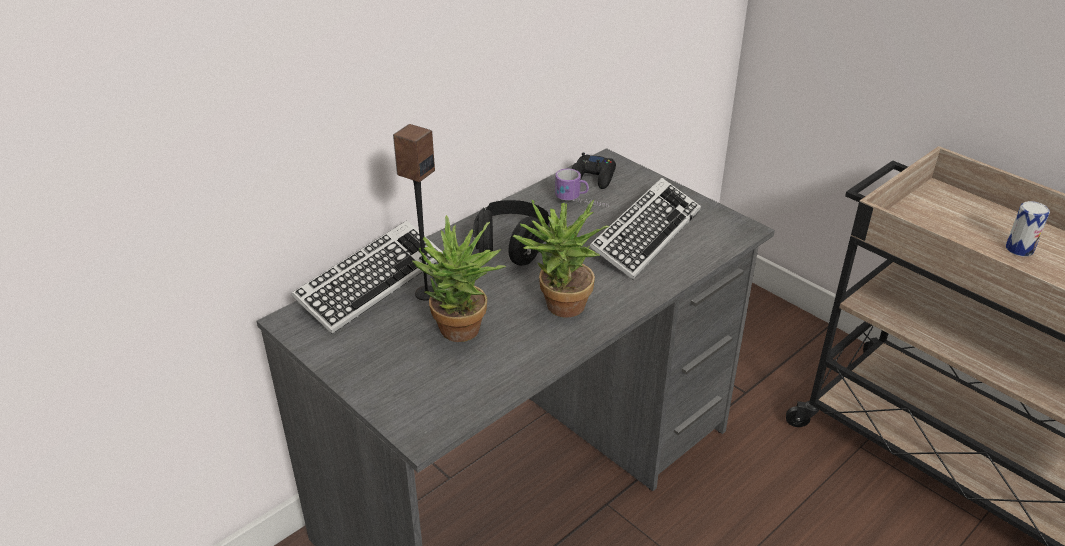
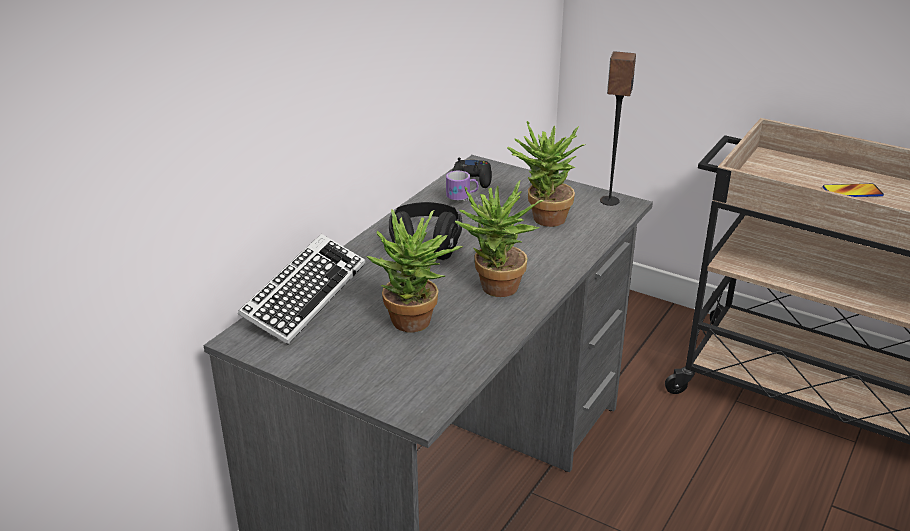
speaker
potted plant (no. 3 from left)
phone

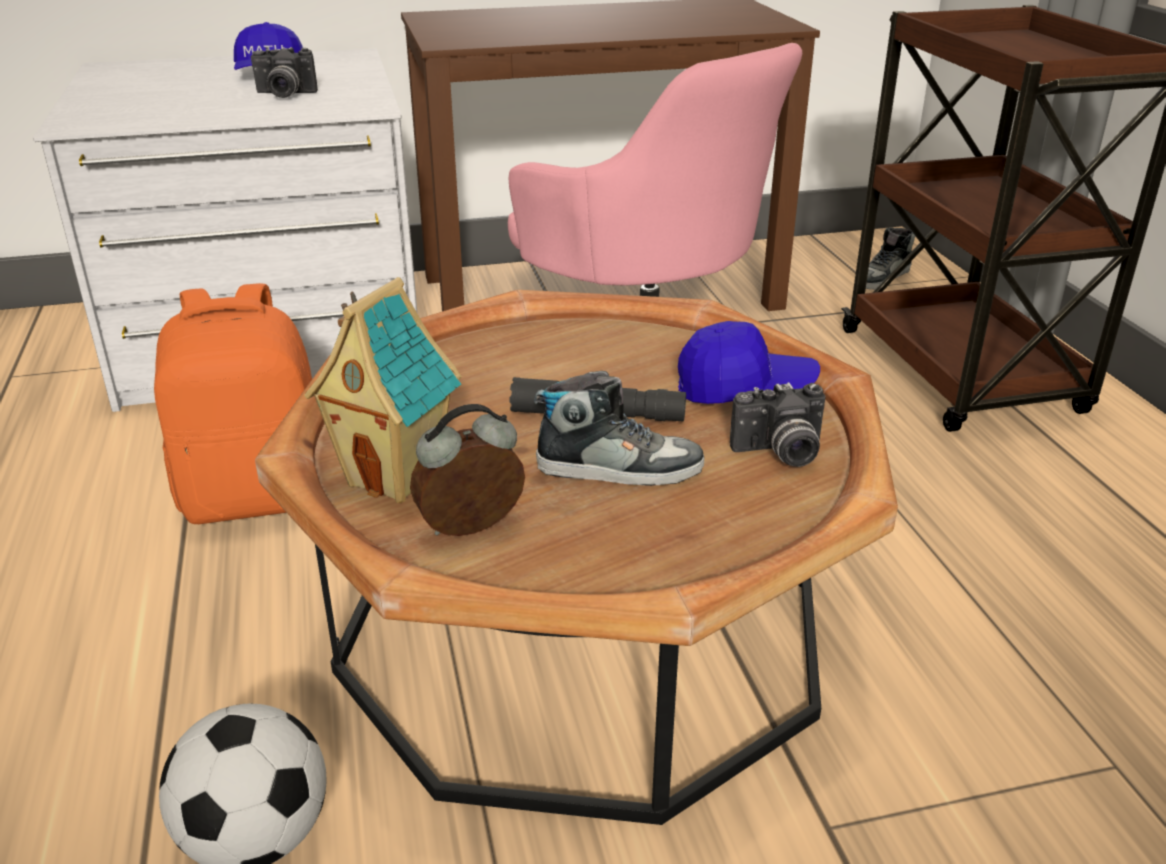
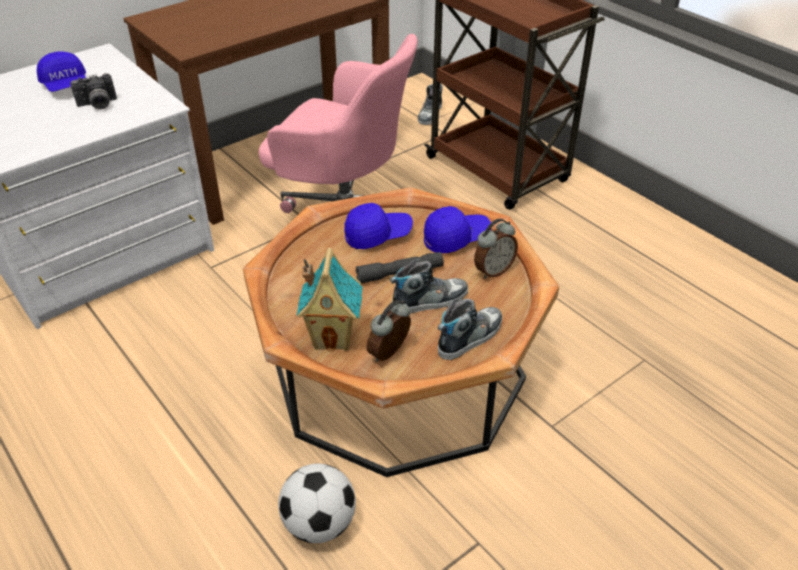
backpack/orange
alarm clock (no. 2 from left)
cap/blue (no. 2 from left)
shoe (no. 3 from left)

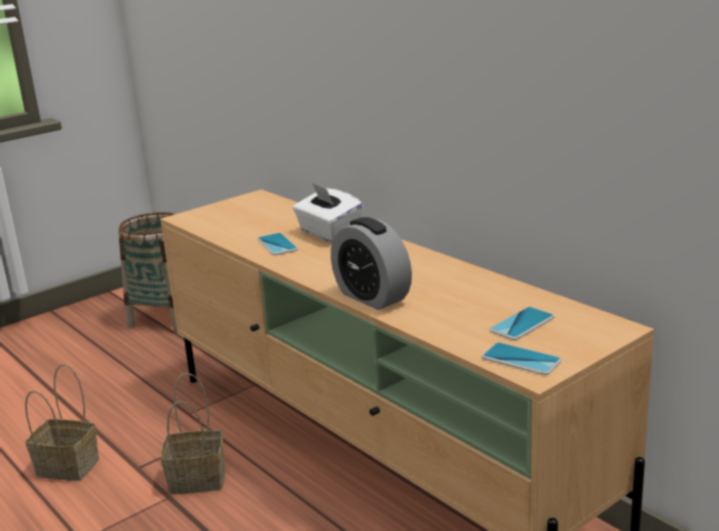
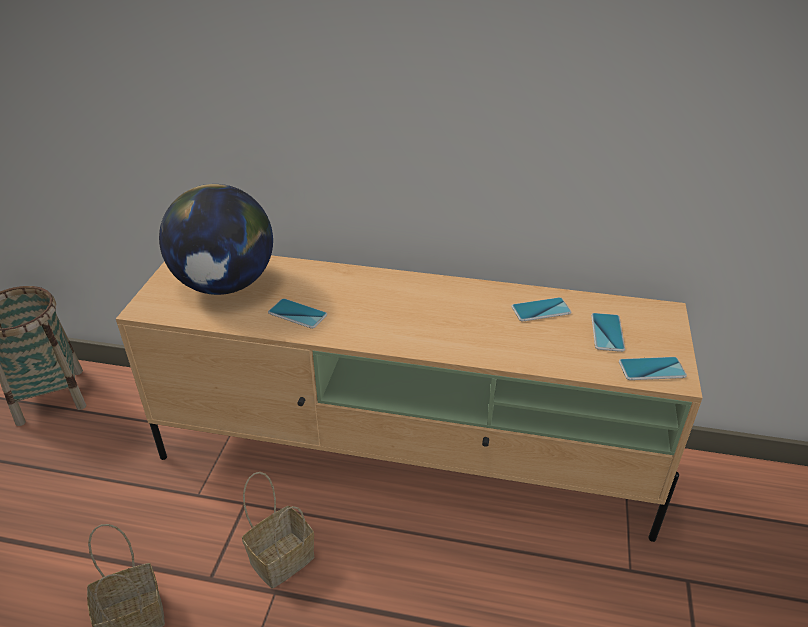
tissue box/white
alarm clock
globe
phone (no. 2 from left)

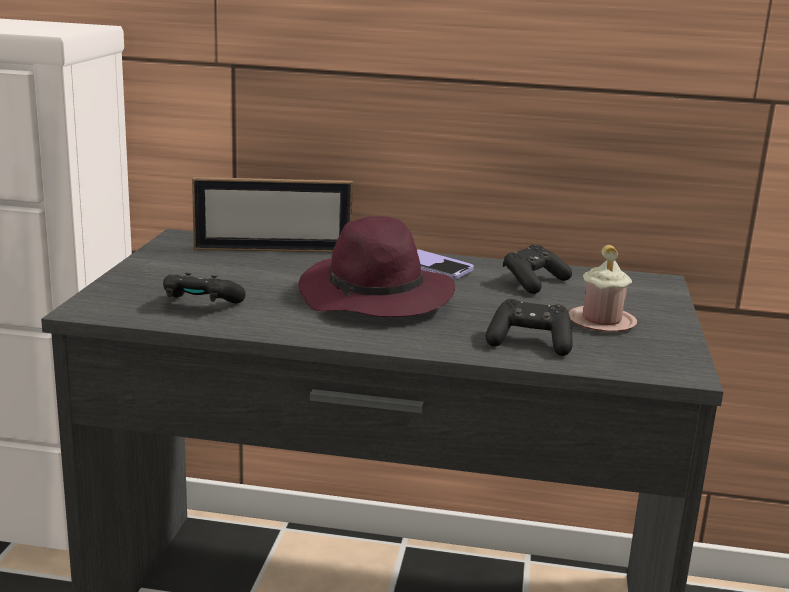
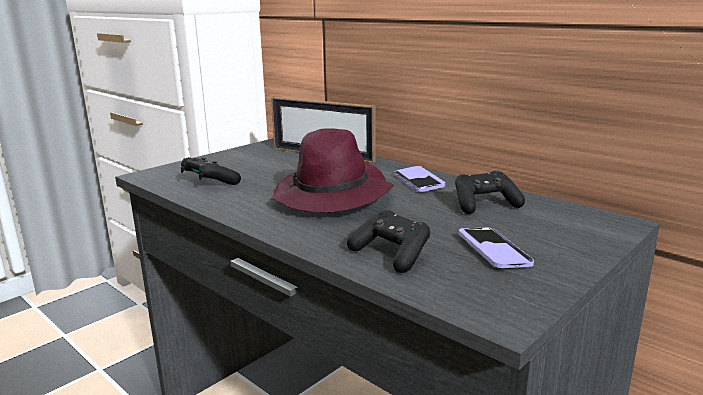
phone (no. 2 from left)

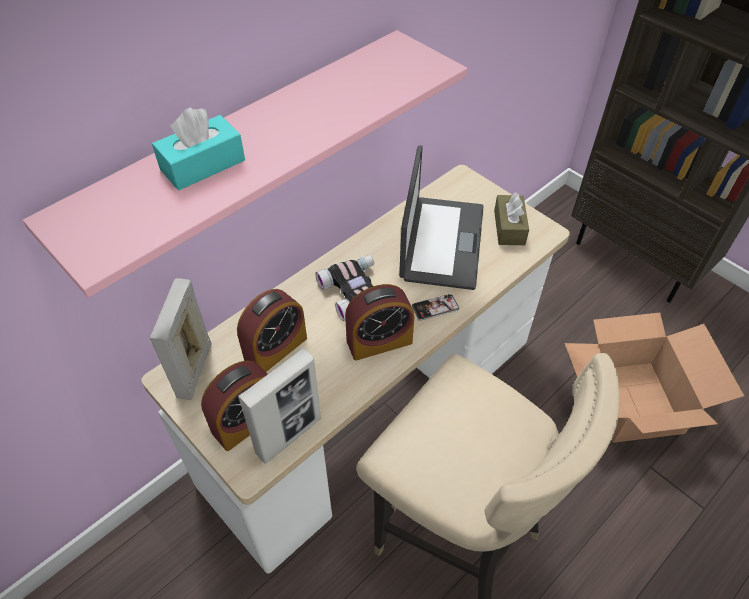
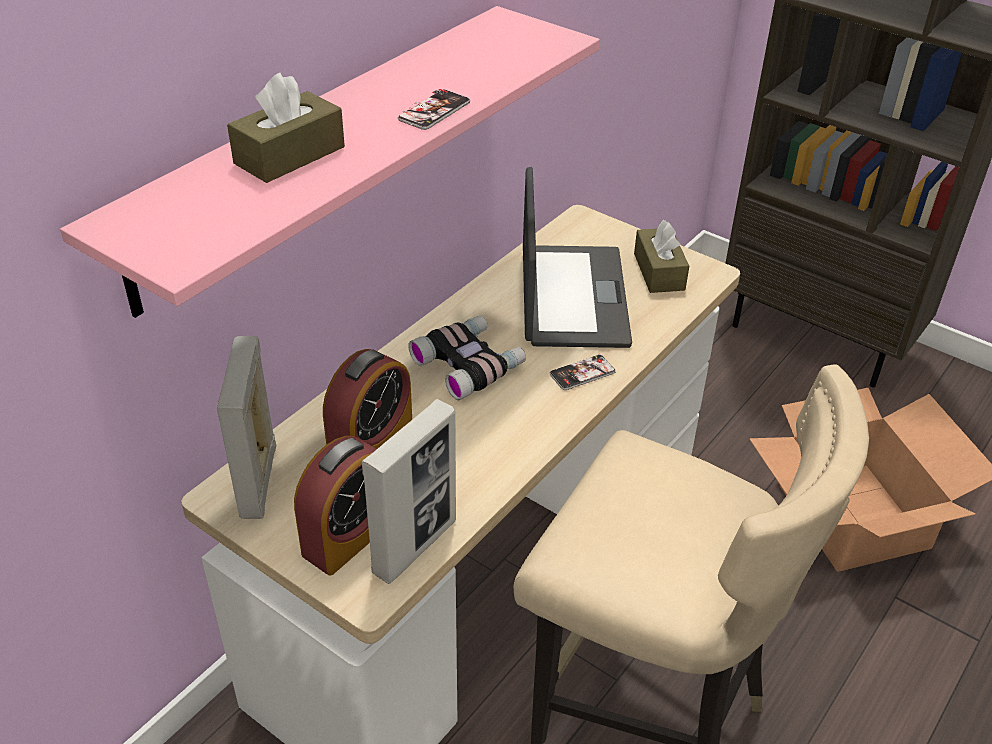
tissue box/brown (no. 1 from left)
alarm clock (no. 3 from left in the first image)
phone (no. 1 from left)

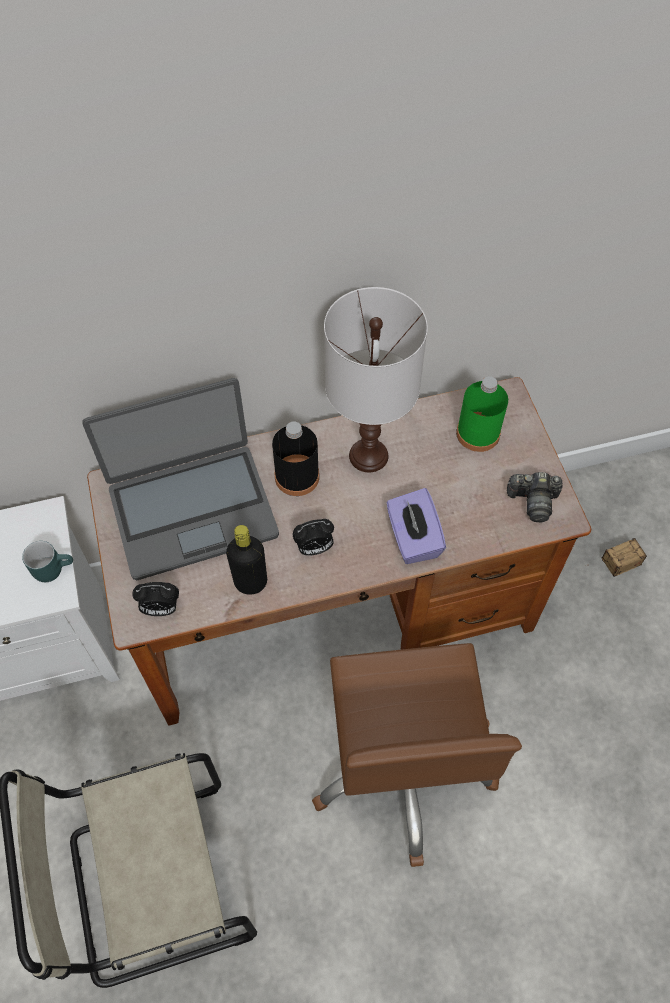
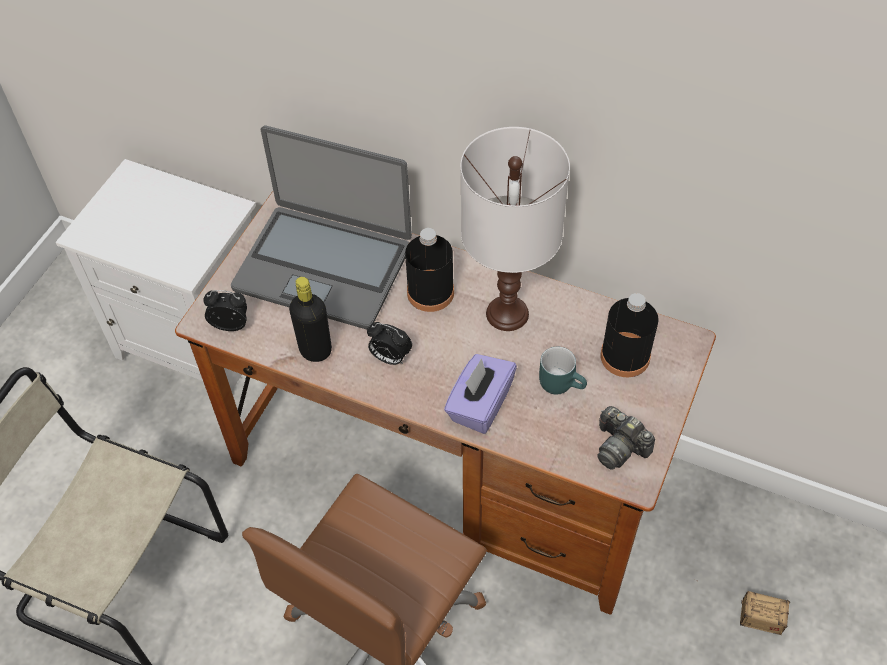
mug/turquoise
alarm clock (no. 1 from left)
bottle/black (no. 3 from left)

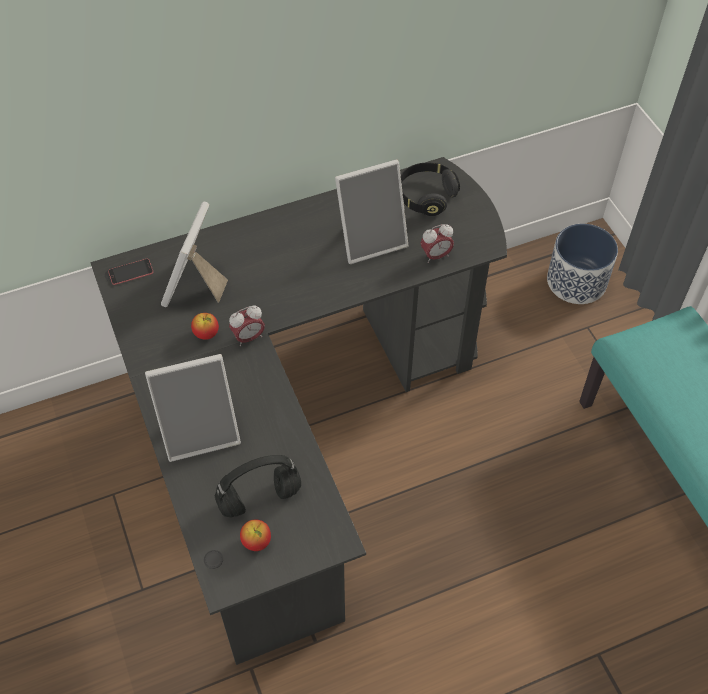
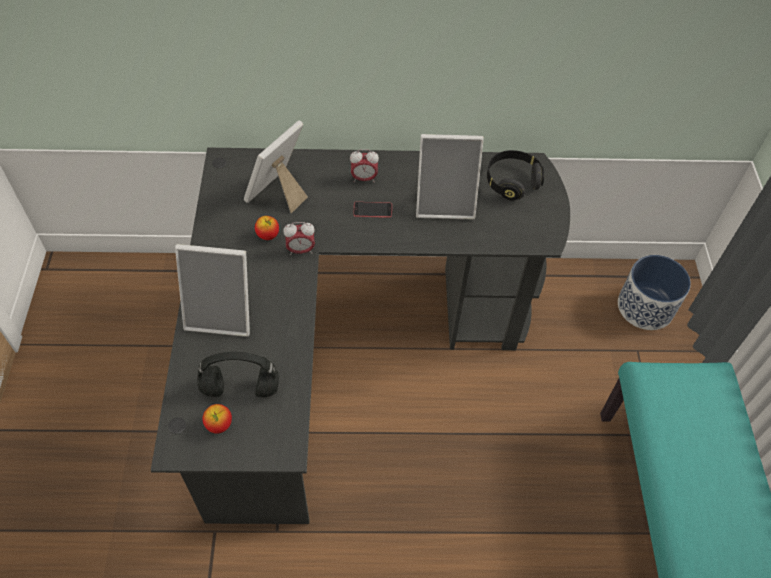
phone
alarm clock (no. 2 from left)

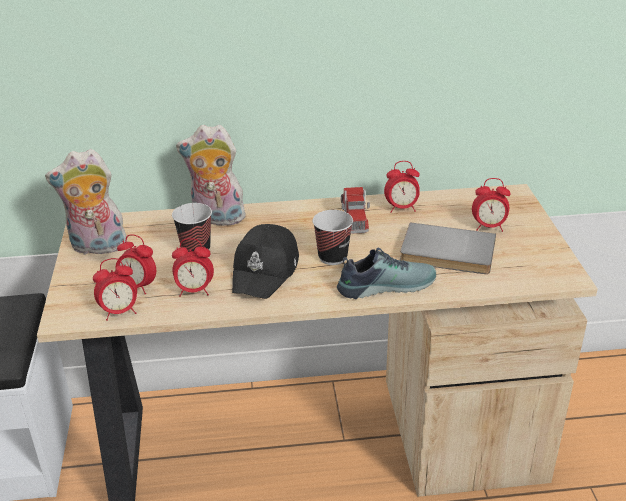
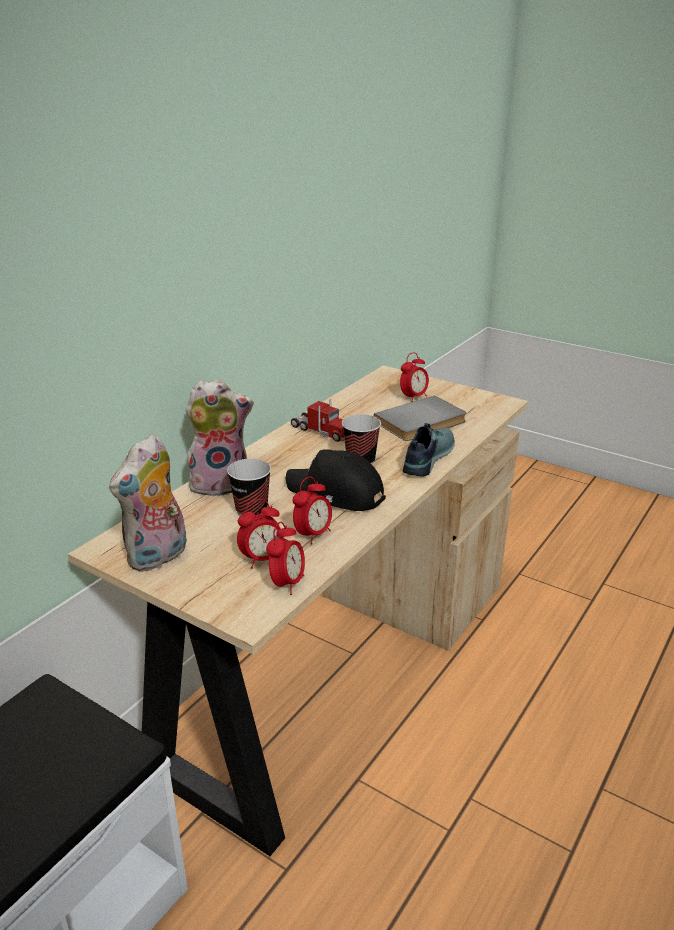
plush toy (no. 2 from left)
cap/black
alarm clock (no. 4 from left in the first image)

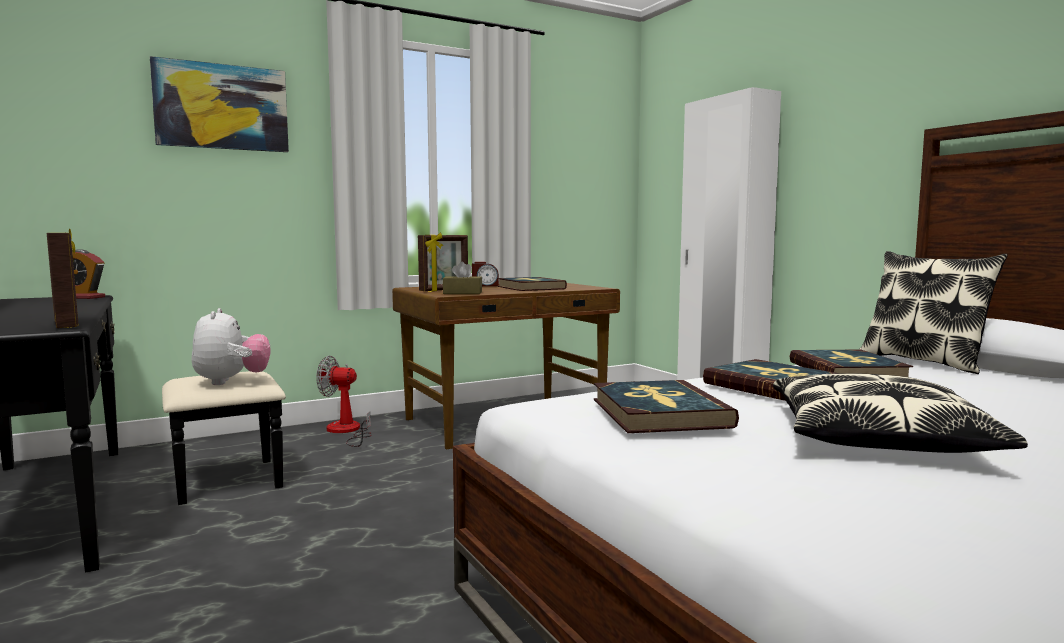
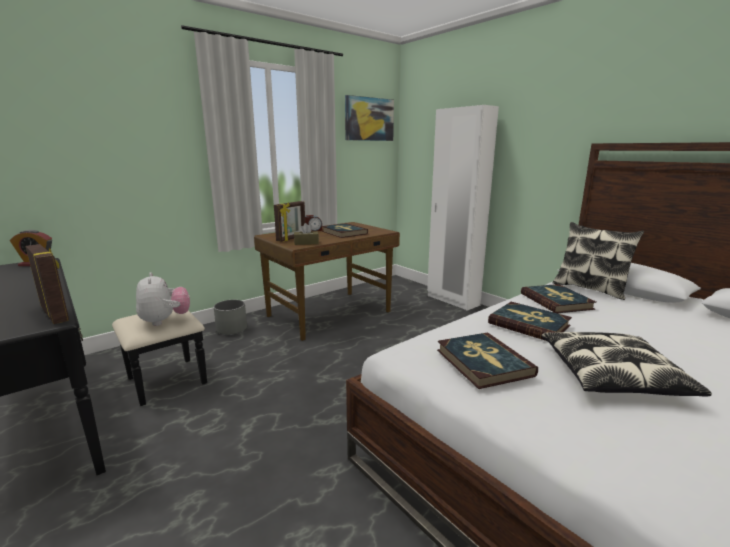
picture
planter/grey

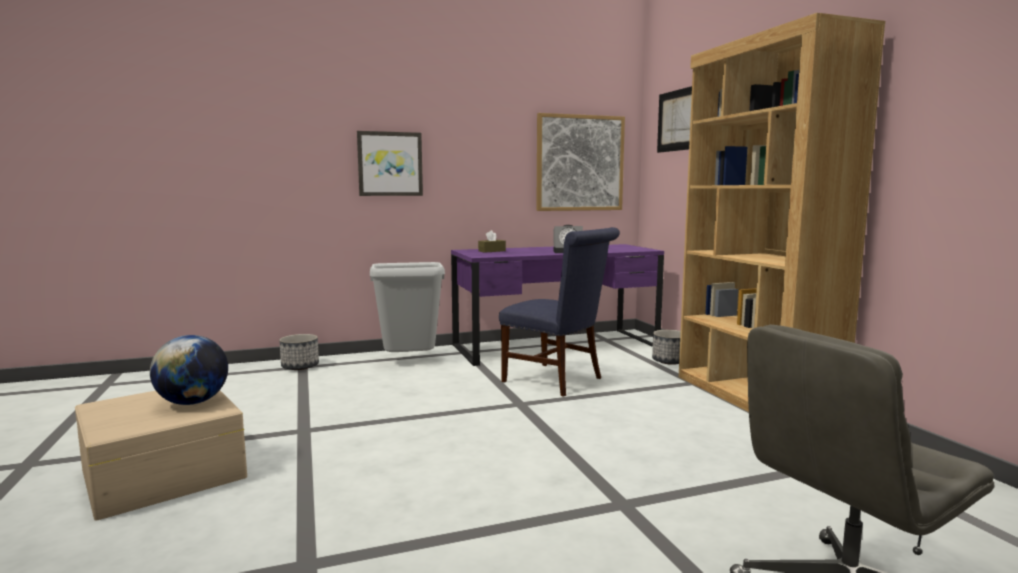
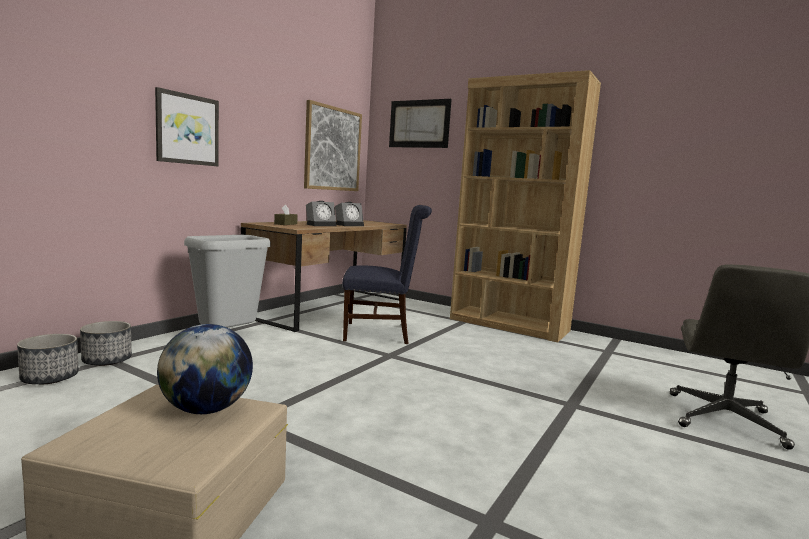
desk/brown
planter (no. 1 from left)
alarm clock (no. 1 from left)

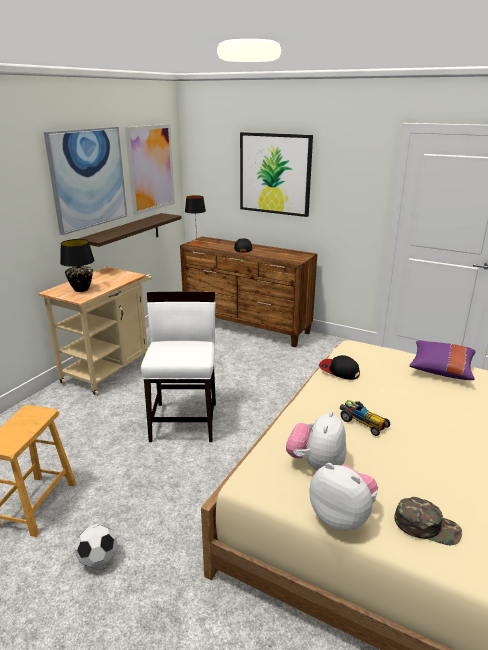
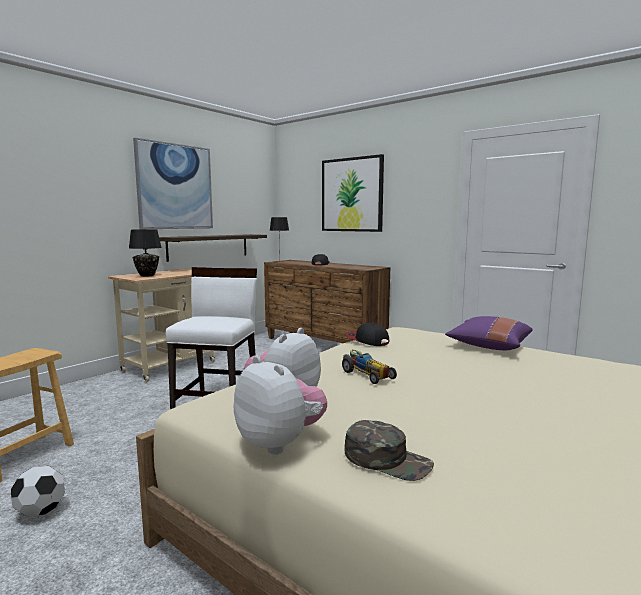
picture (no. 2 from left in the first image)

